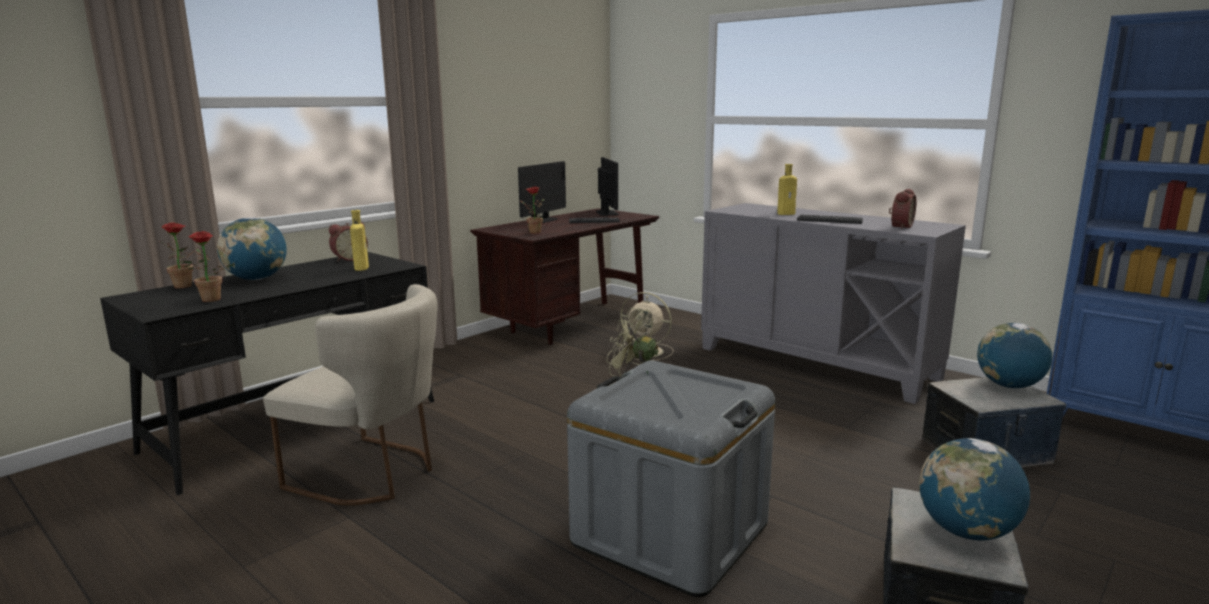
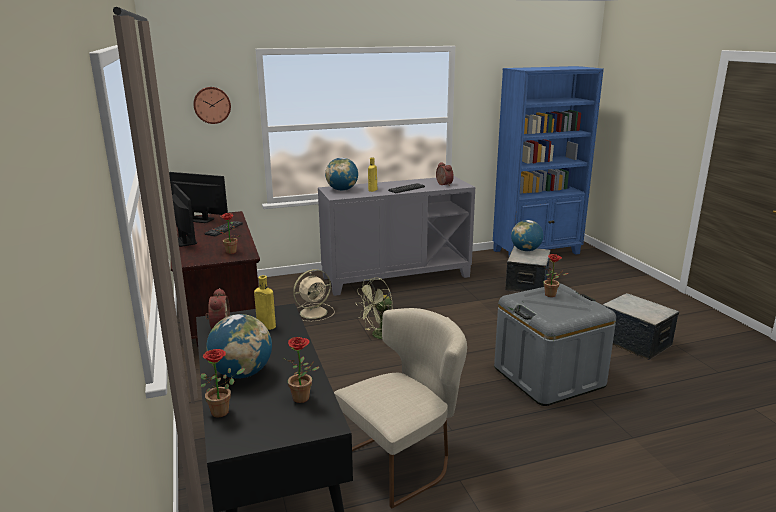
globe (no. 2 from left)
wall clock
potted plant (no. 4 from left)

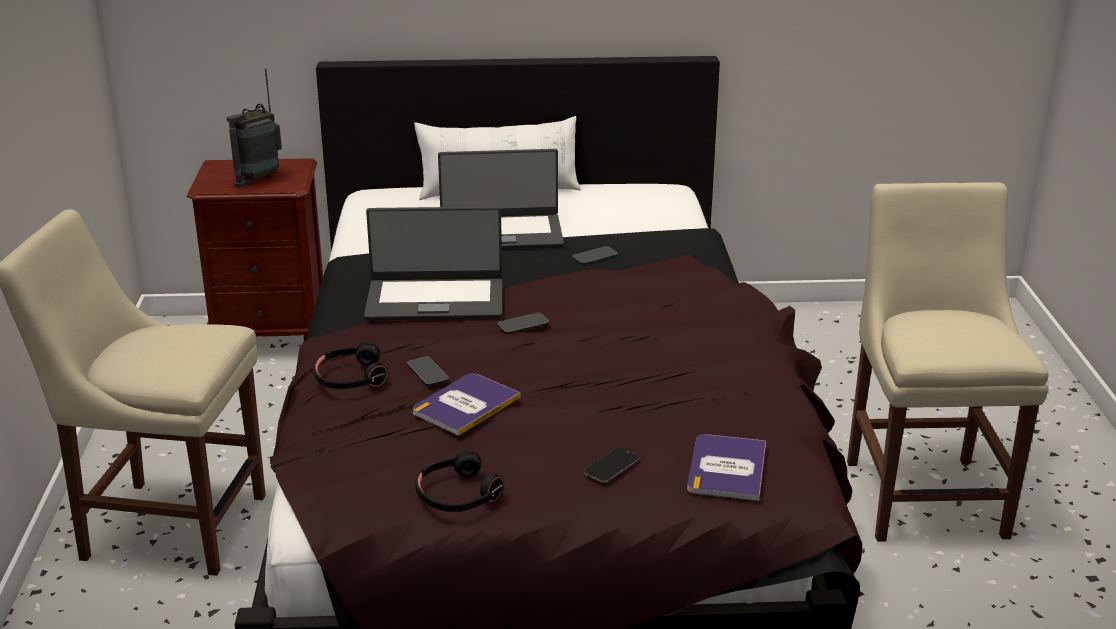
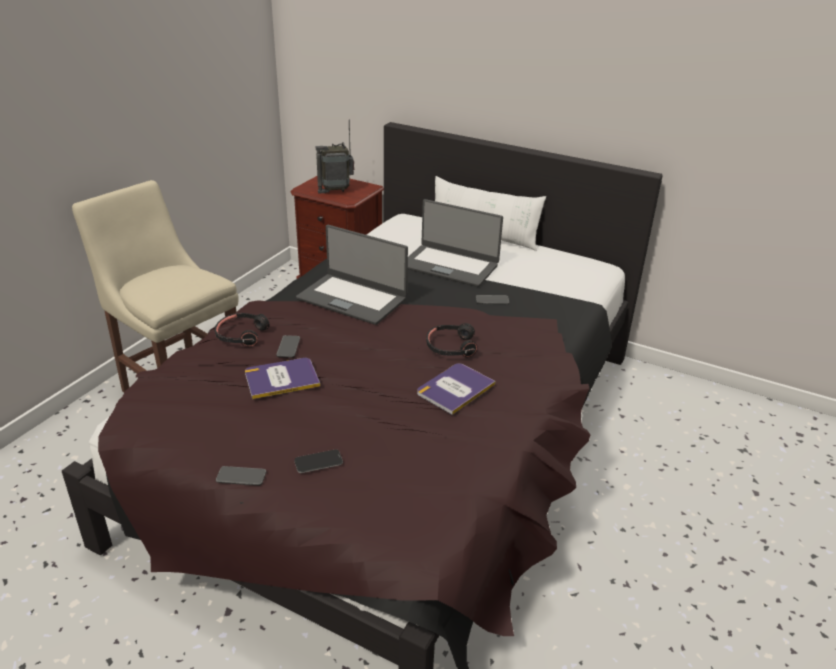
headphones/black (no. 2 from left)
phone (no. 1 from left)
book (no. 2 from left)
chair/beige (no. 2 from left in the first image)

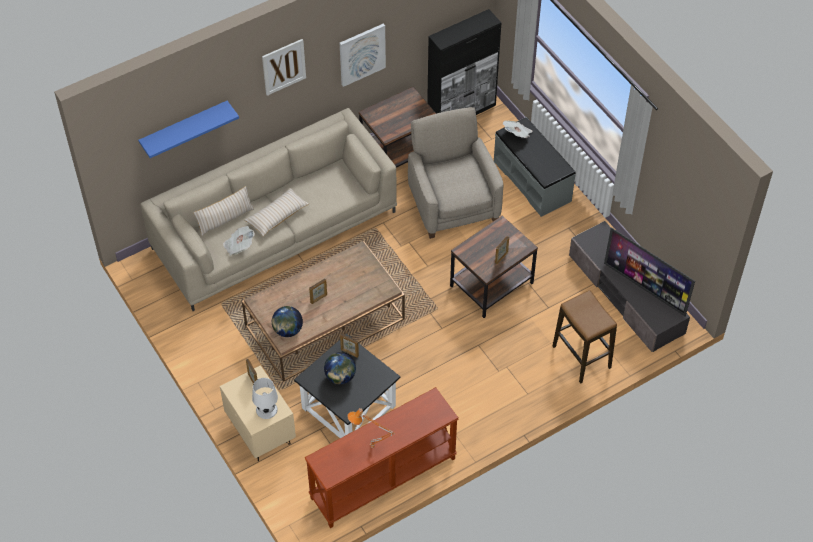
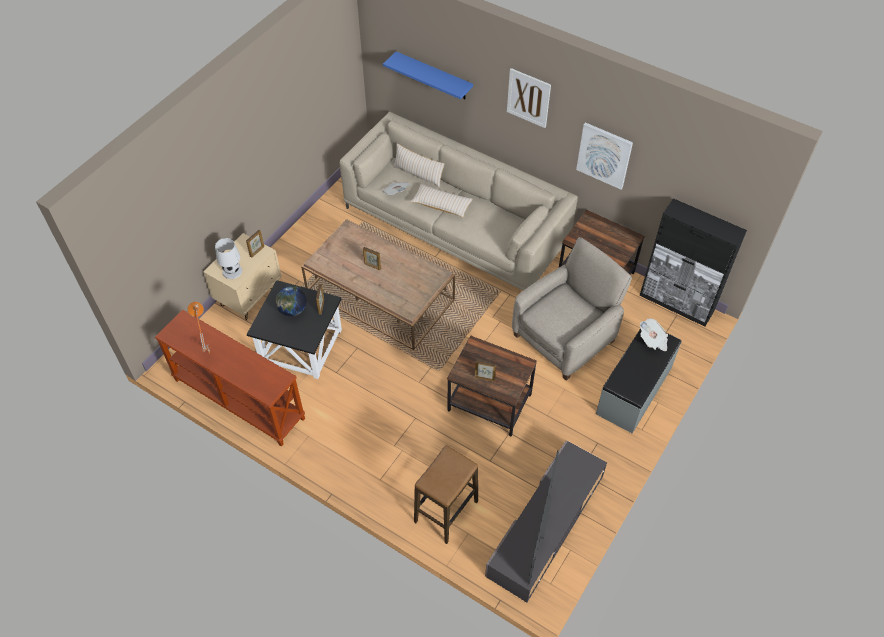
globe (no. 1 from left in the first image)

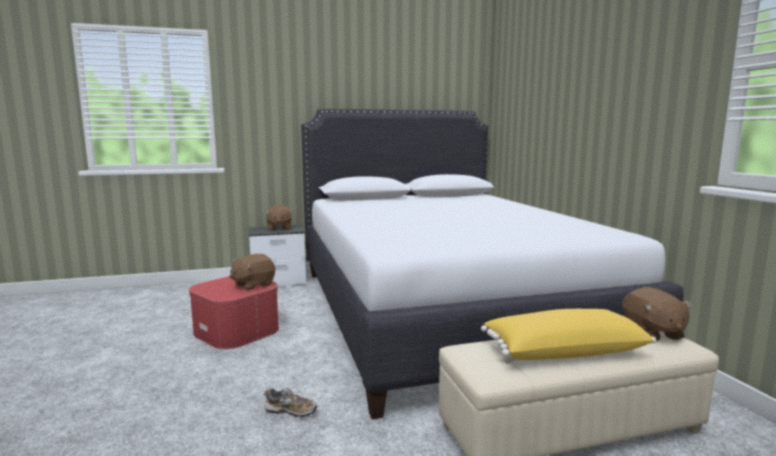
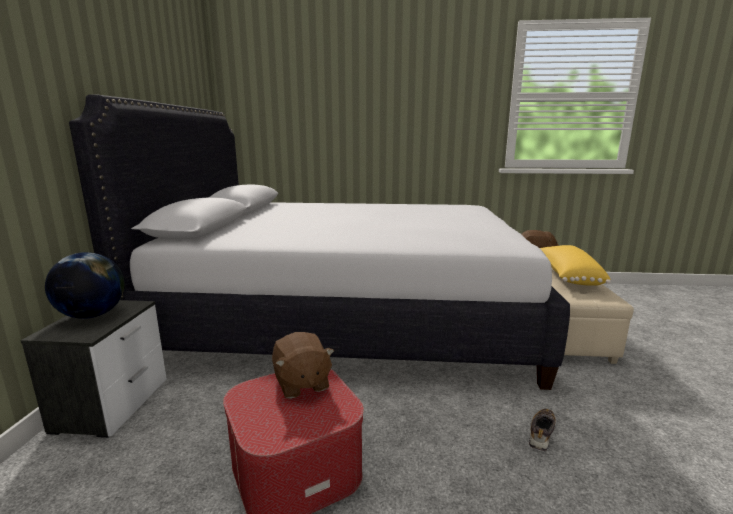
globe

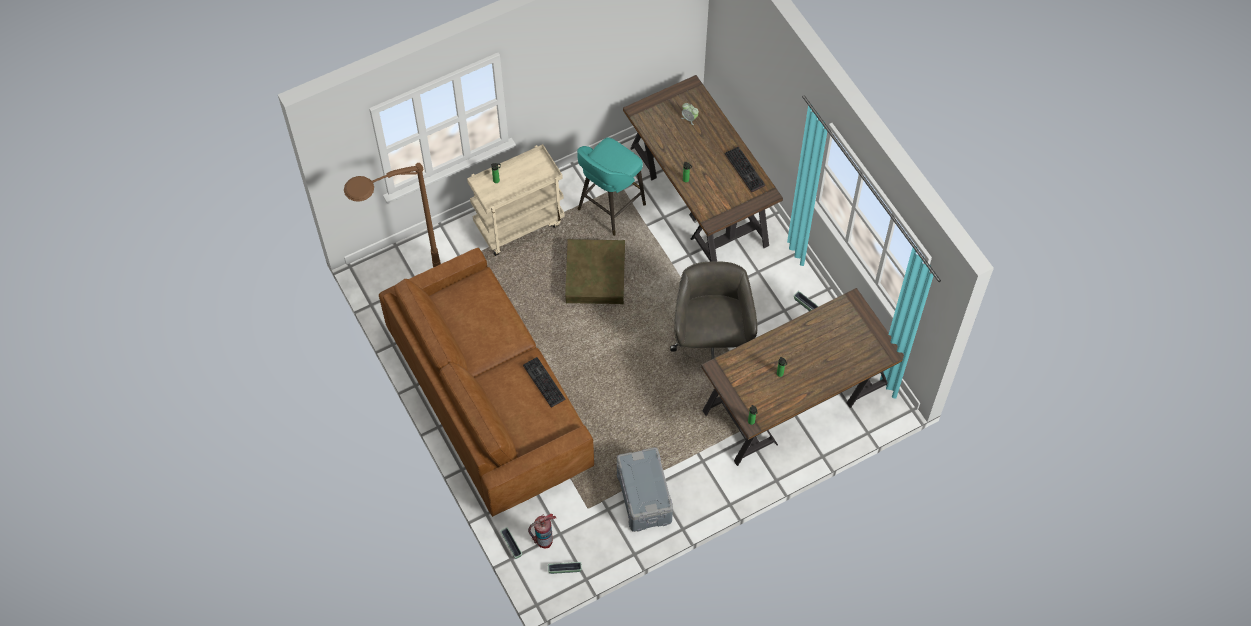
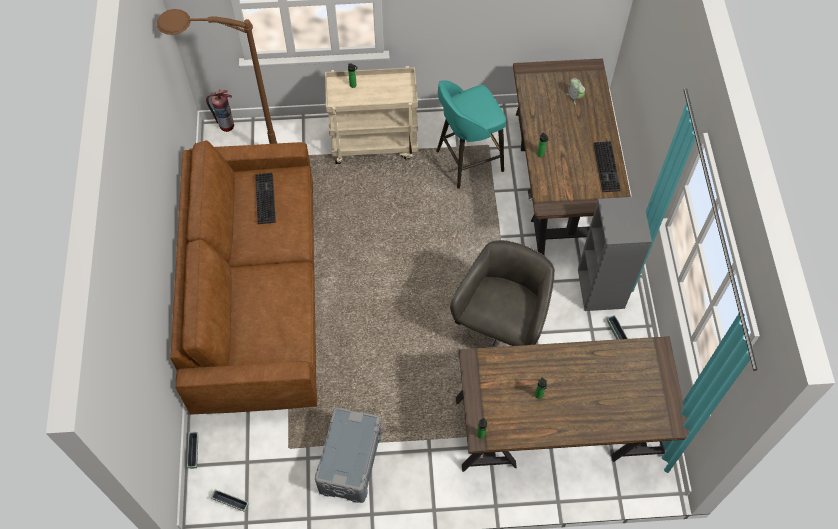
keyboard (no. 1 from left)
fire extinguisher
storage box/brown
bookcase/grey

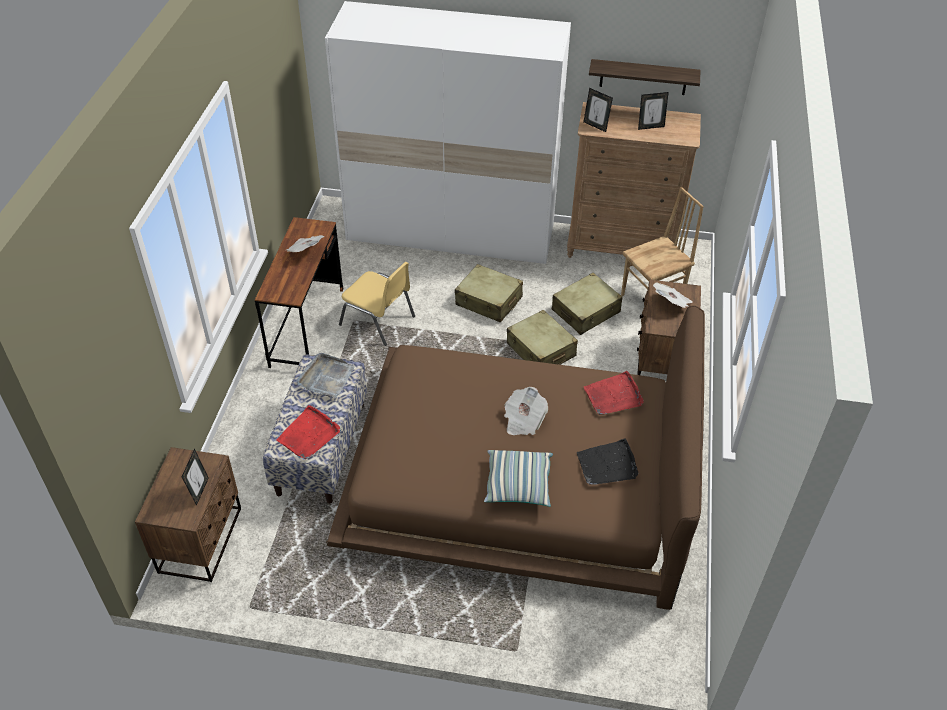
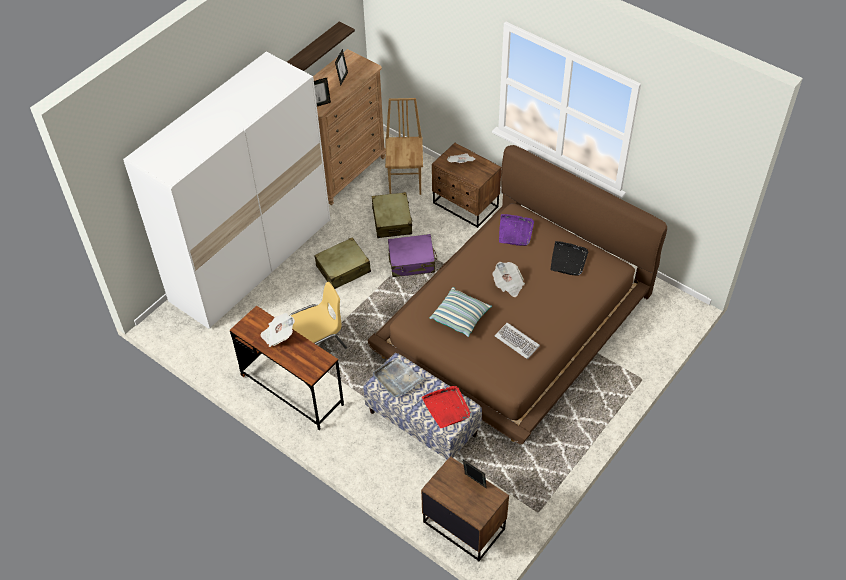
pillow
suitcase/purple
tray/purple
keyboard

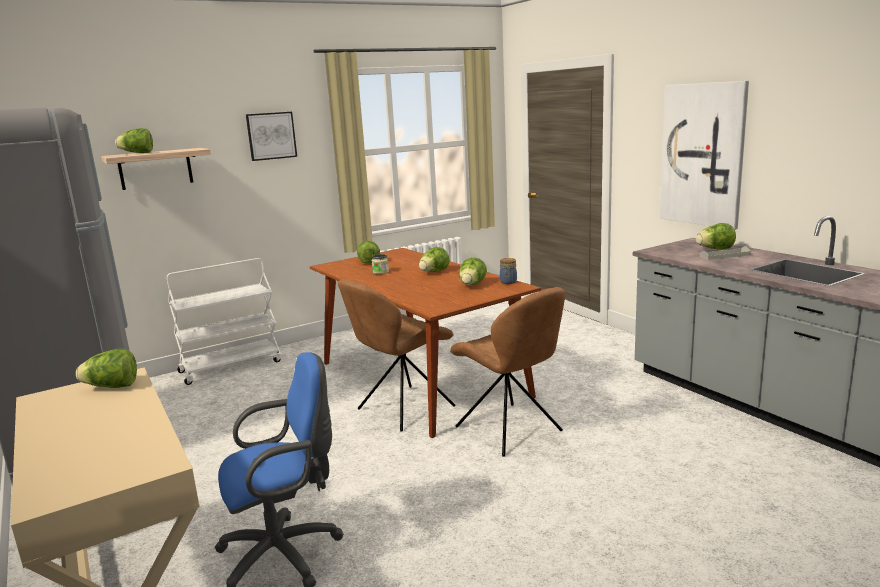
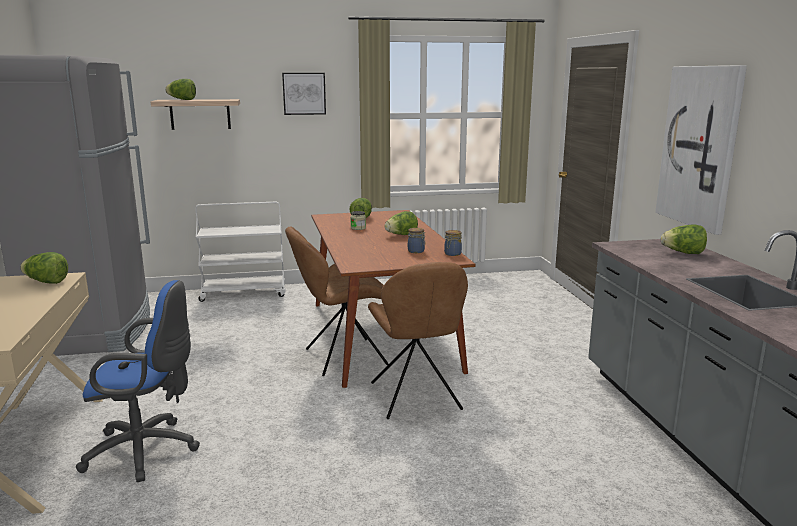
jar (no. 2 from left)
tray/grey

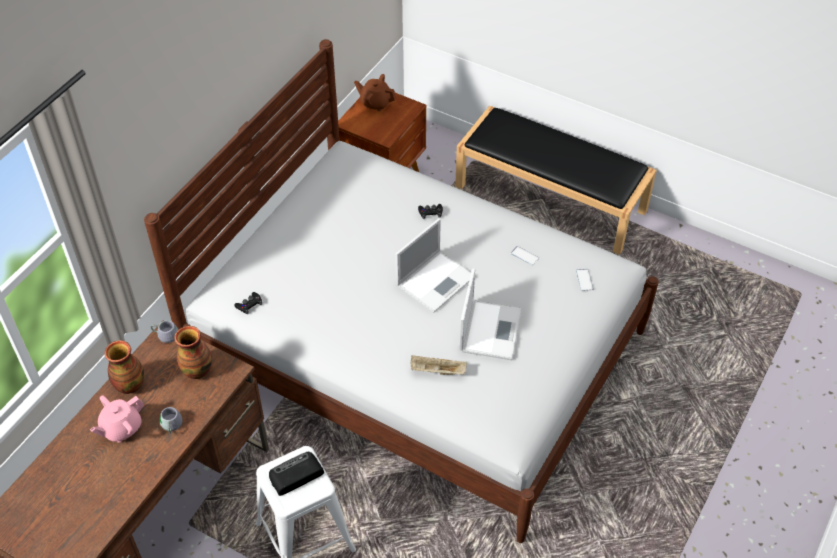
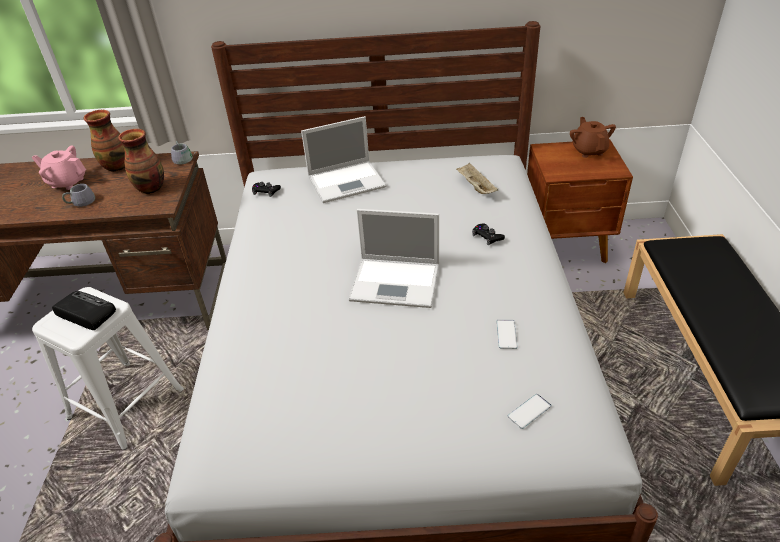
tray/beige
laptop (no. 1 from left)

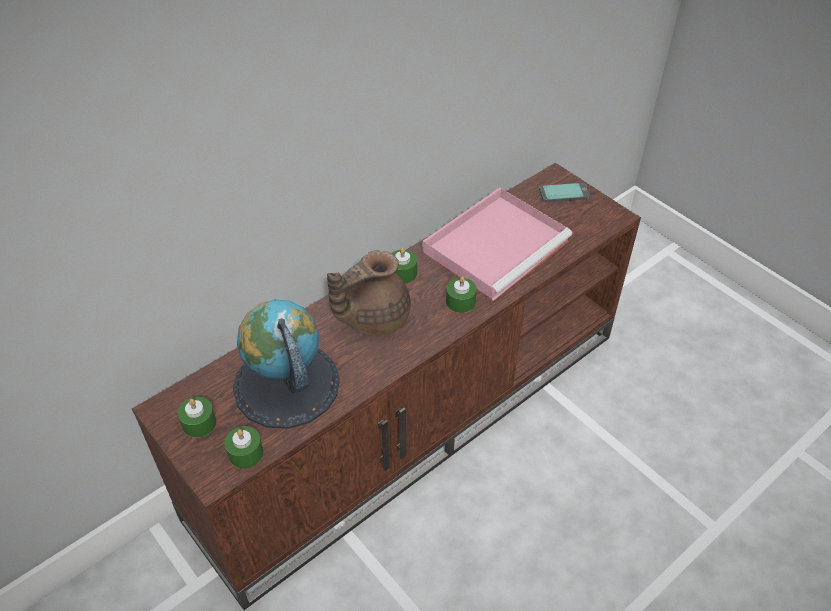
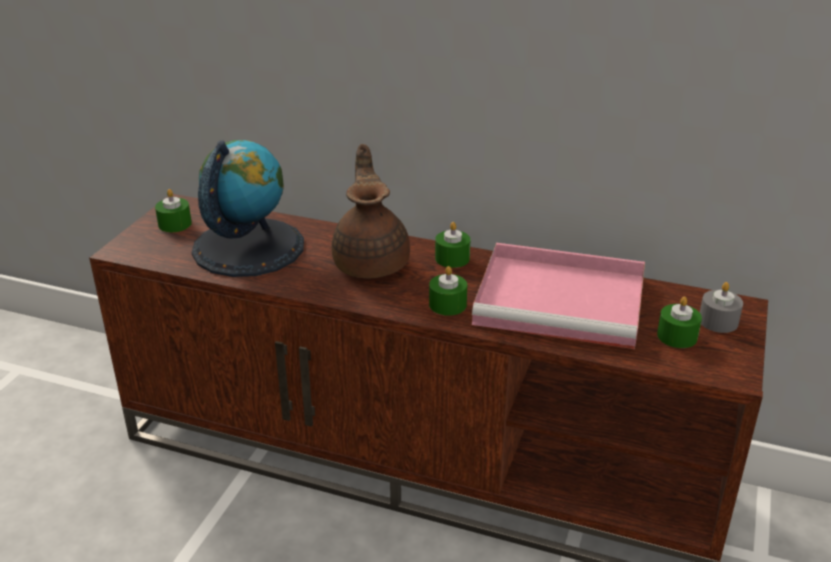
candle/green (no. 4 from left)
teapot/brown
candle/grey

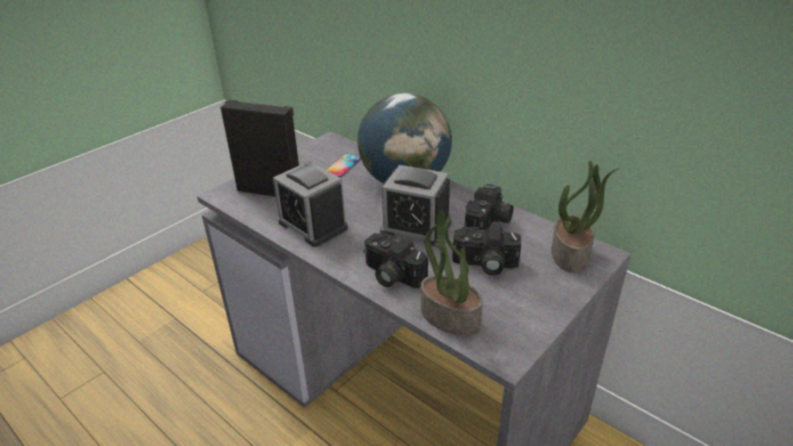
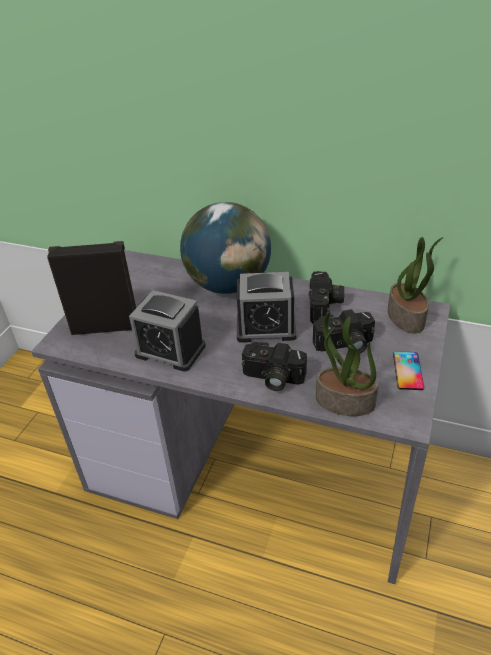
phone

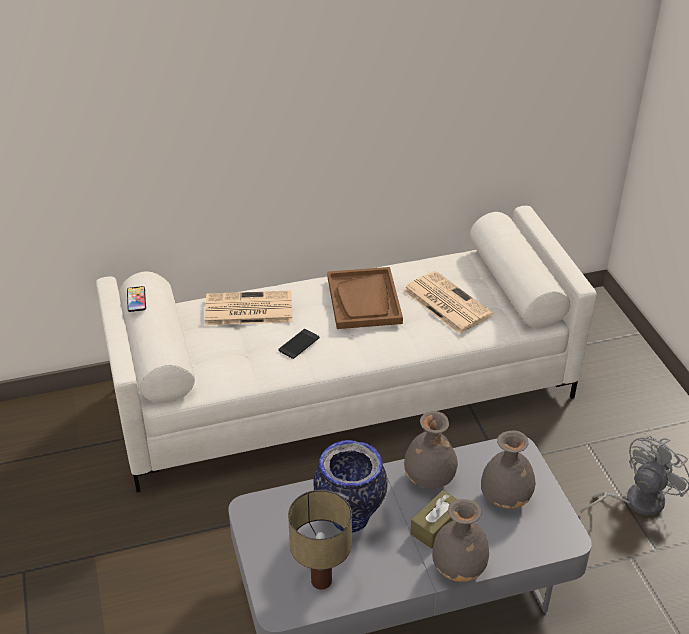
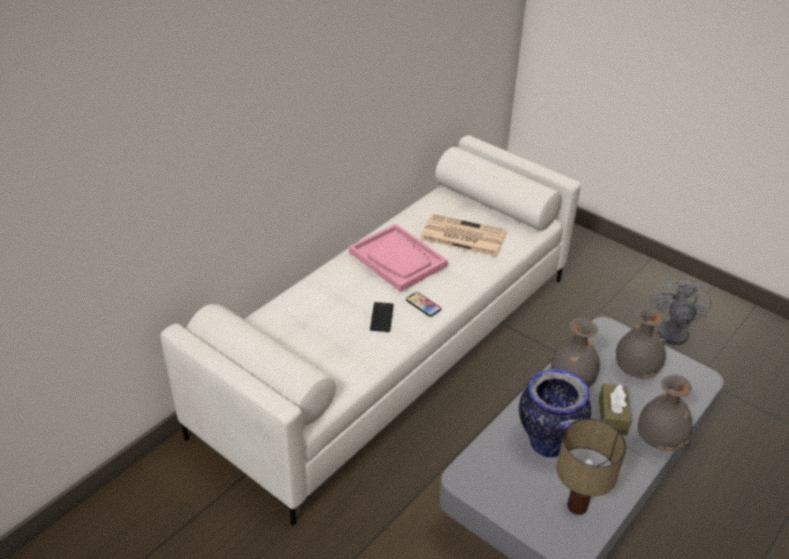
phone (no. 2 from left)
newspaper (no. 1 from left in the first image)
tray/pink

